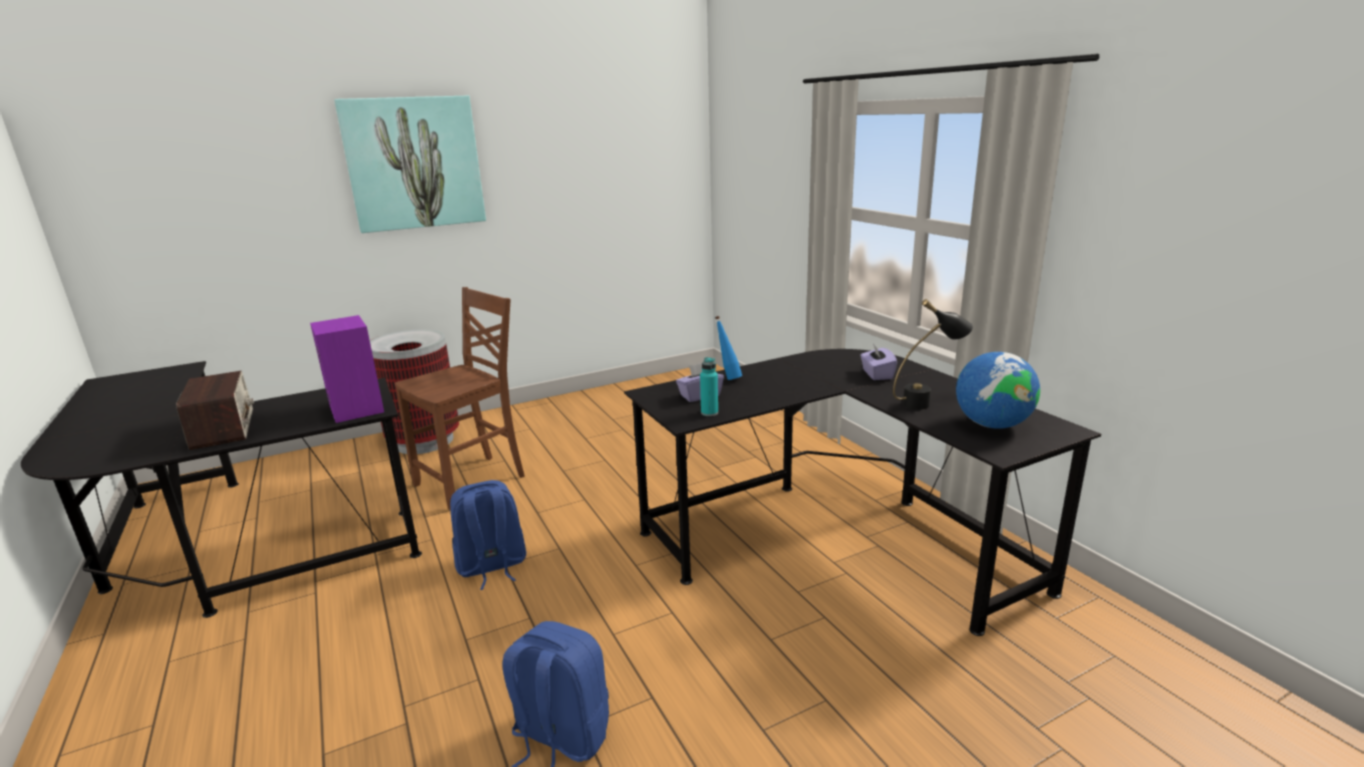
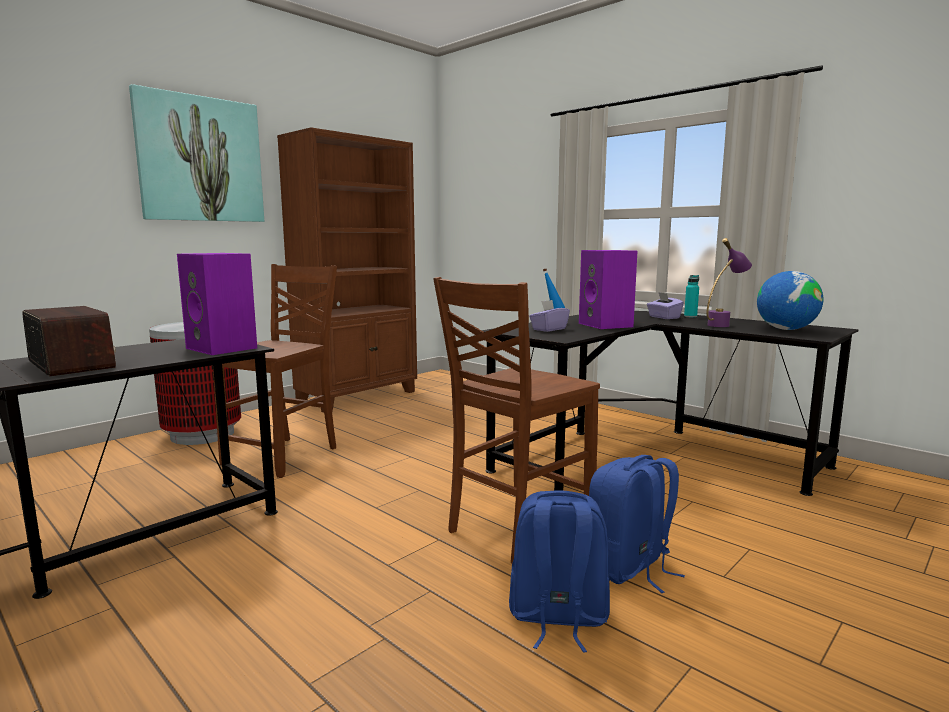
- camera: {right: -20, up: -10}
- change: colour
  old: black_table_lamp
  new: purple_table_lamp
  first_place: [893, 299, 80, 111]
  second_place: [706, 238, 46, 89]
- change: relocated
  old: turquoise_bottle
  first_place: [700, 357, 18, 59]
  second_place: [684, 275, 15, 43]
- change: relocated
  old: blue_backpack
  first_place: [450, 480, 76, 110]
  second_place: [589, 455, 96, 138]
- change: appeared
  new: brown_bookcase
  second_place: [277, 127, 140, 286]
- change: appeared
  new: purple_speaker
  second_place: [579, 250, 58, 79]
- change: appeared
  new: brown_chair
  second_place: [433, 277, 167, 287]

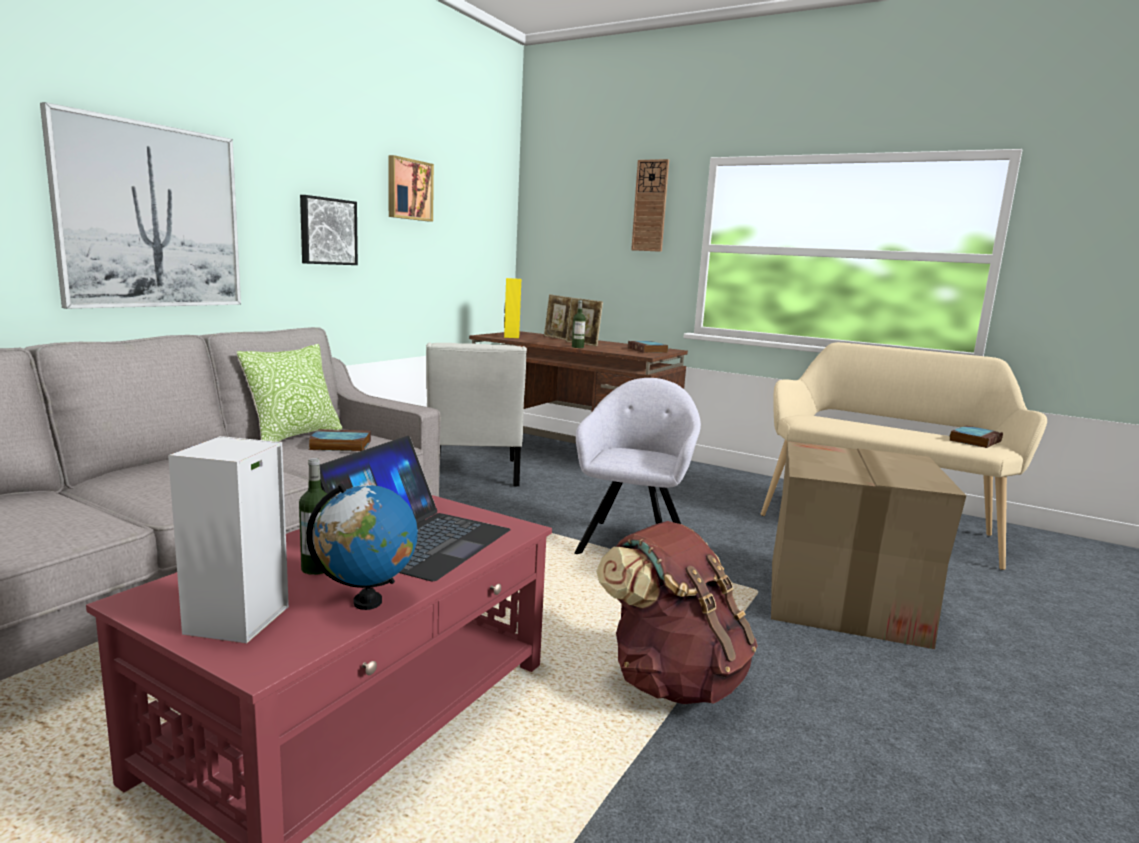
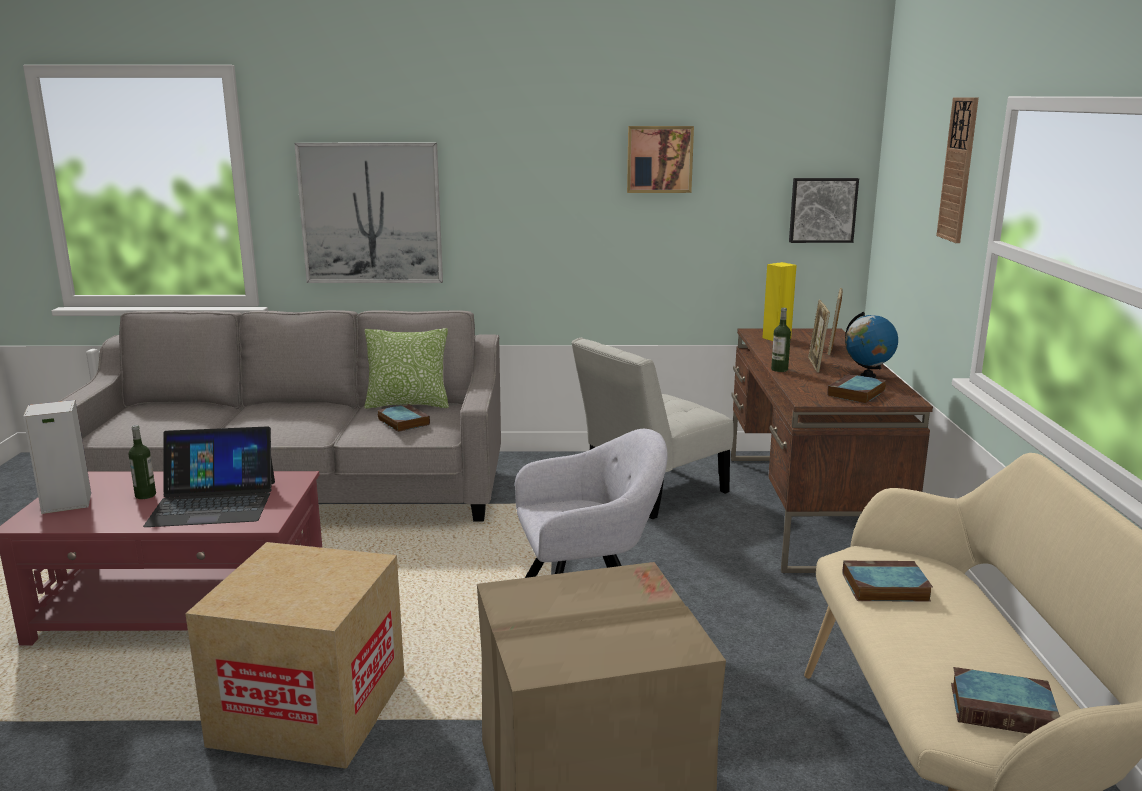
- camera: {right: 60, up: 5}
- change: relocated
  old: picture
  first_place: [300, 195, 58, 70]
  second_place: [789, 178, 70, 65]
- change: relocated
  old: globe
  first_place: [306, 484, 112, 126]
  second_place: [845, 312, 53, 66]
- change: exchanged
  old: brown_backpack
  new: cardboard_box
  first_place: [596, 521, 162, 183]
  second_place: [185, 542, 219, 227]
- change: appeared
  new: book
  second_place: [842, 561, 91, 41]

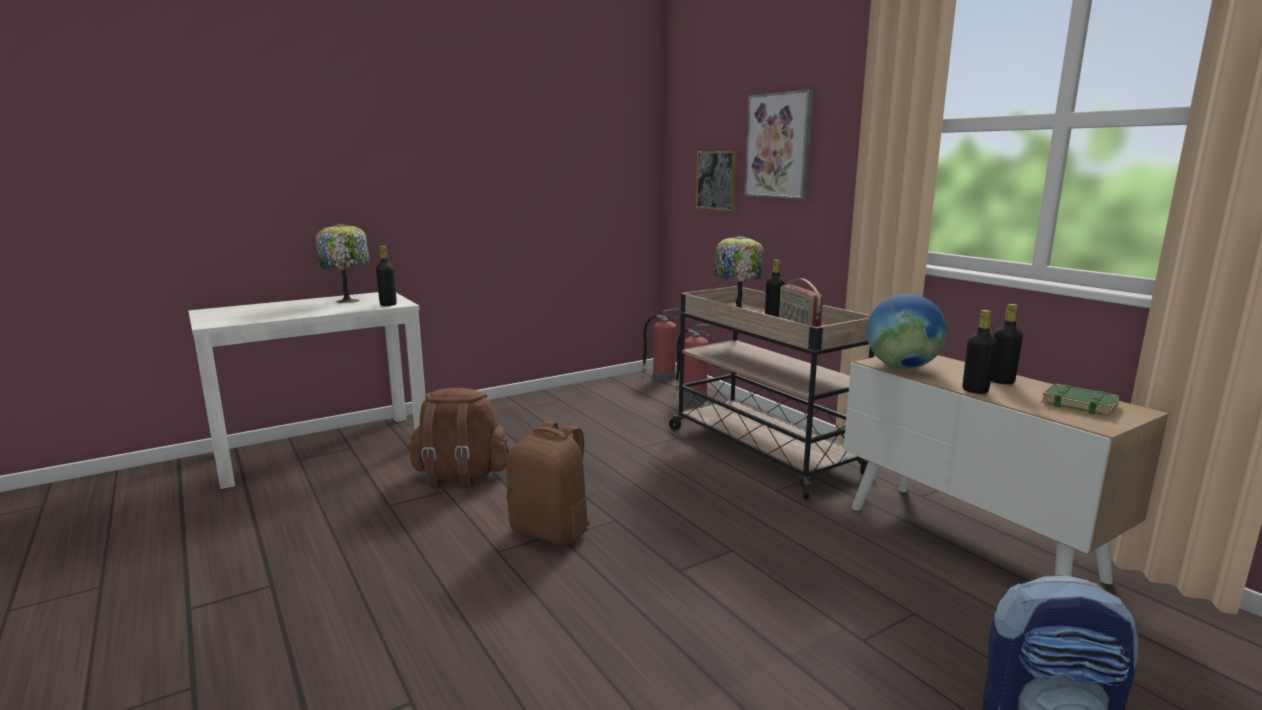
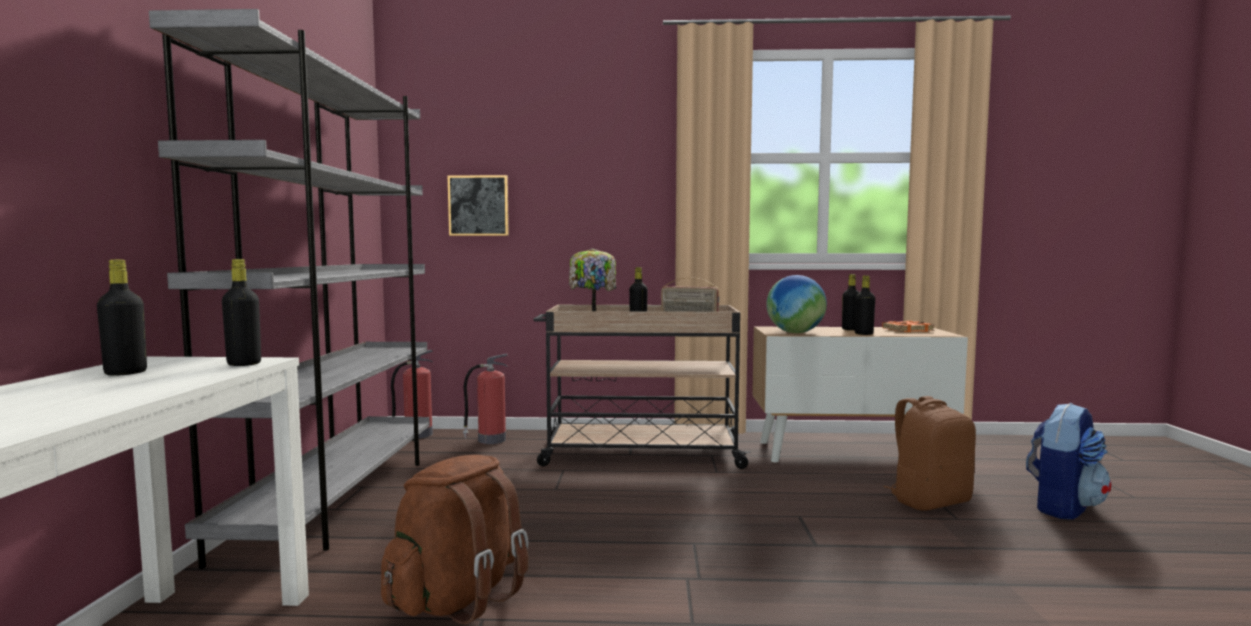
- camera: {right: -55, up: -10}
- change: missing
  old: picture
  first_place: [744, 89, 70, 110]
- change: exchanged
  old: table_lamp
  new: black_bottle
  first_place: [316, 223, 54, 80]
  second_place: [97, 260, 50, 116]
- change: colour
  old: green_book
  new: orange_book
  first_place: [1041, 383, 79, 33]
  second_place: [882, 321, 53, 11]
- change: relocated
  old: brown_backpack
  first_place: [506, 420, 86, 125]
  second_place: [884, 396, 92, 115]
- change: appeared
  new: grey_bookcase
  second_place: [149, 9, 281, 560]

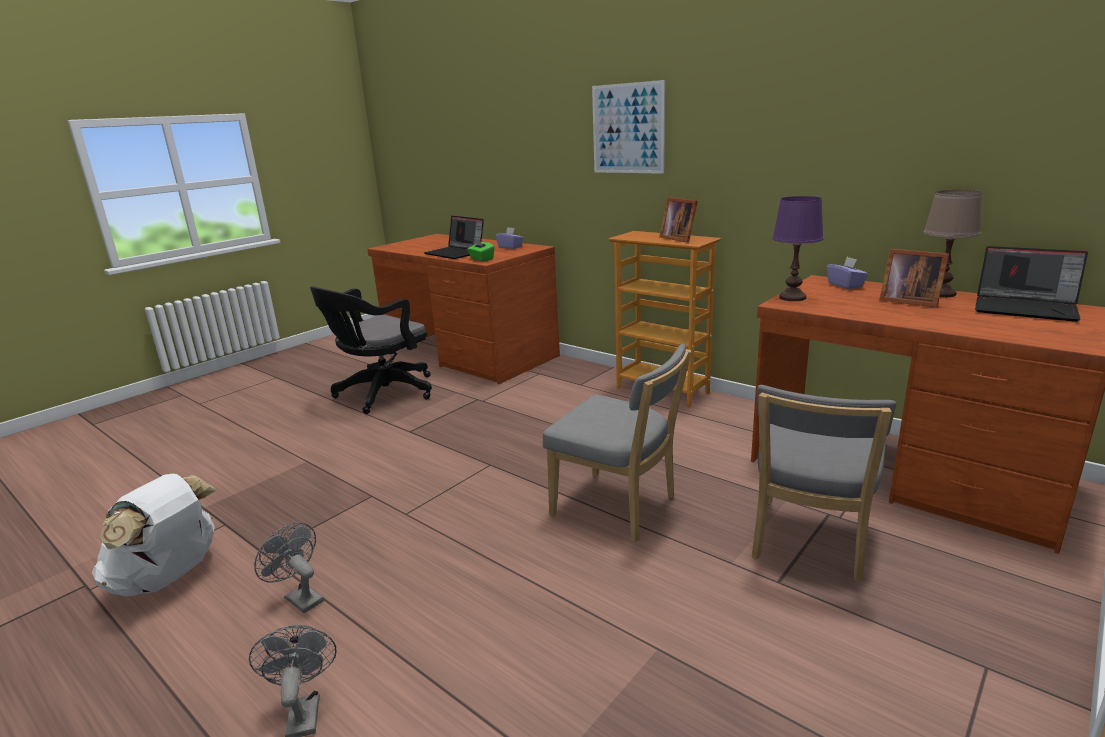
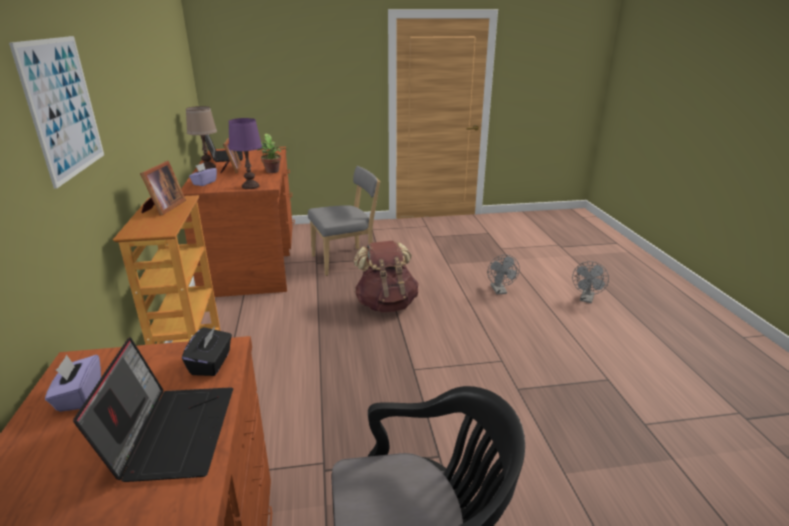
- camera: {right: -140, up: 5}
- change: colour
  old: green_tissue_box
  new: black_tissue_box
  first_place: [467, 239, 27, 22]
  second_place: [182, 326, 50, 50]
- change: exchanged
  old: grey_chair
  new: brown_backpack
  first_place: [543, 343, 148, 199]
  second_place: [354, 240, 65, 73]
- change: missing
  old: white_backpack
  first_place: [92, 474, 125, 122]
- change: relocated
  old: grey_fan
  first_place: [254, 523, 70, 90]
  second_place: [488, 254, 32, 41]
- change: appeared
  new: potted_plant
  second_place: [257, 134, 29, 39]

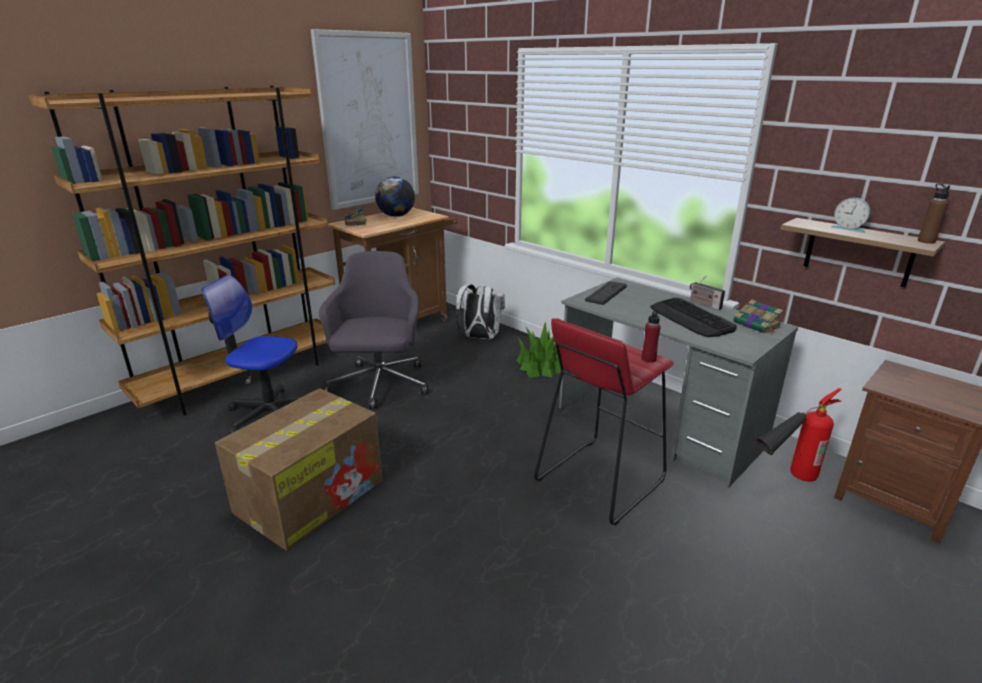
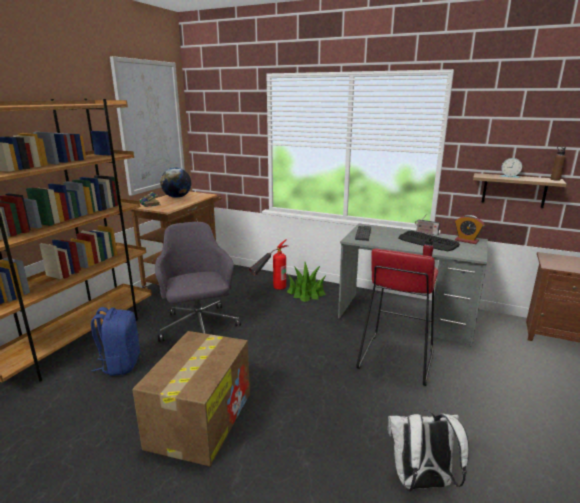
- camera: {right: -20, up: -5}
- change: exchanged
  old: office_chair
  new: blue_backpack
  first_place: [201, 275, 102, 159]
  second_place: [91, 307, 49, 69]
- change: relocated
  old: white_backpack
  first_place: [456, 284, 49, 55]
  second_place: [388, 410, 81, 81]
- change: exchanged
  old: book
  new: alarm_clock
  first_place: [733, 299, 50, 35]
  second_place: [455, 215, 30, 29]
- change: relocated
  old: fire_extinguisher
  first_place: [756, 388, 86, 94]
  second_place: [249, 239, 39, 51]

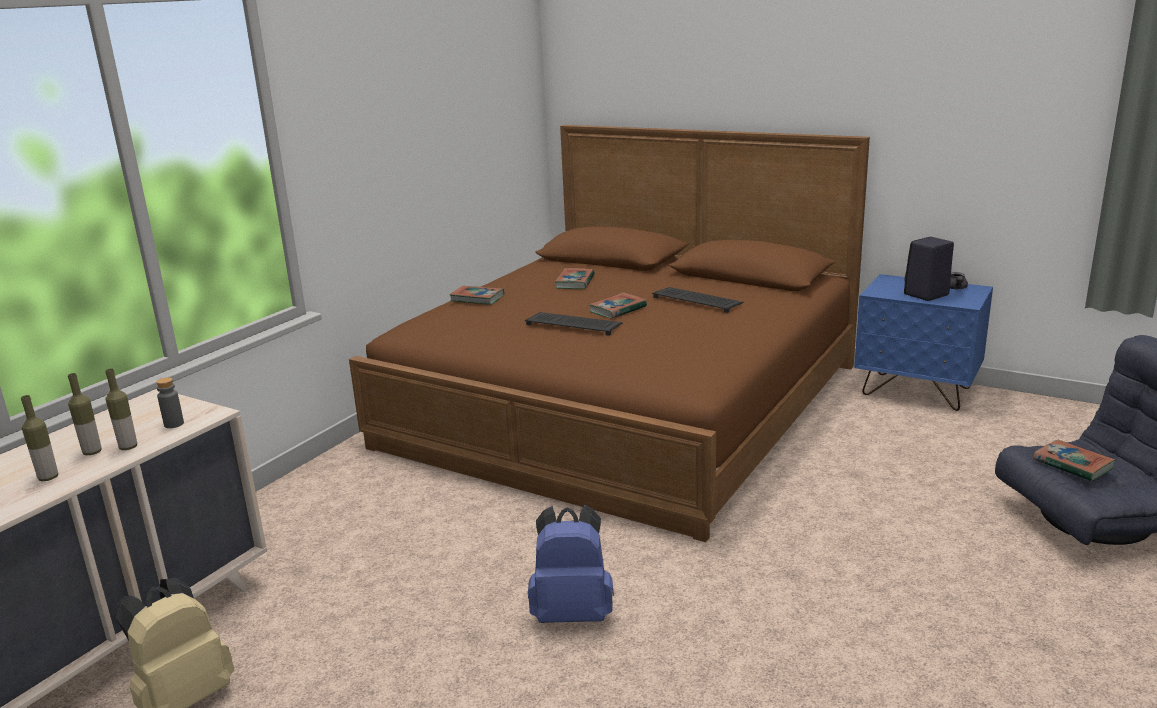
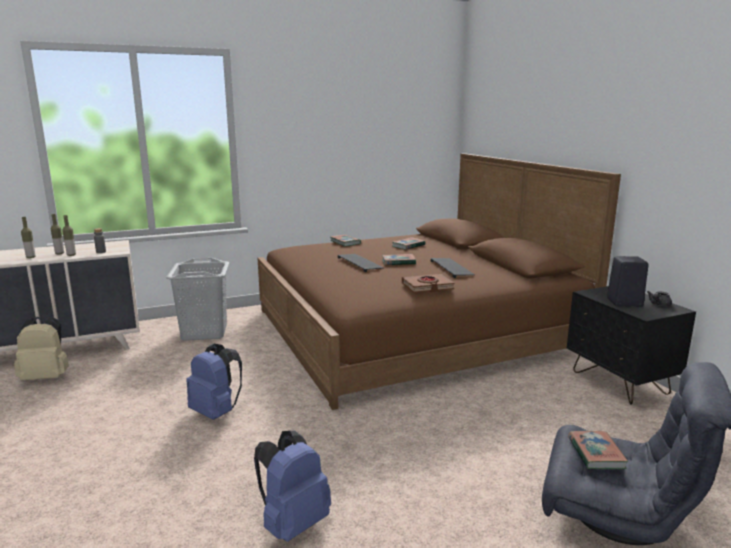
- camera: {right: 35, up: -5}
- change: colour
  old: blue_nightstand
  new: black_nightstand
  first_place: [854, 274, 139, 137]
  second_place: [567, 286, 129, 119]
- change: appeared
  new: grey_laundry_basket
  second_place: [166, 258, 63, 83]
- change: appeared
  new: brown_book
  second_place: [402, 274, 53, 19]
- change: appeared
  new: blue_backpack
  second_place: [254, 431, 77, 111]

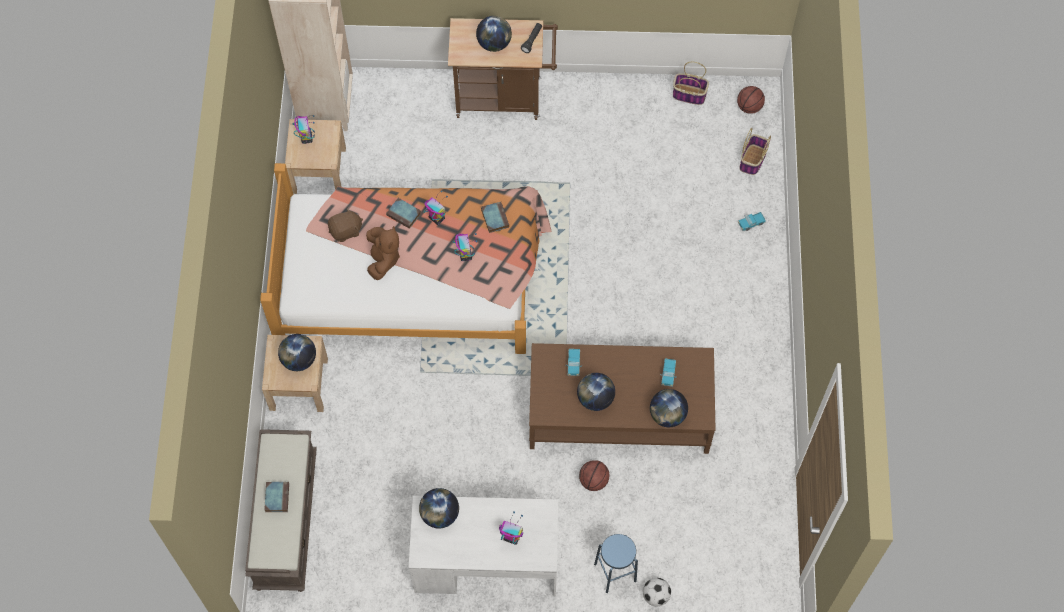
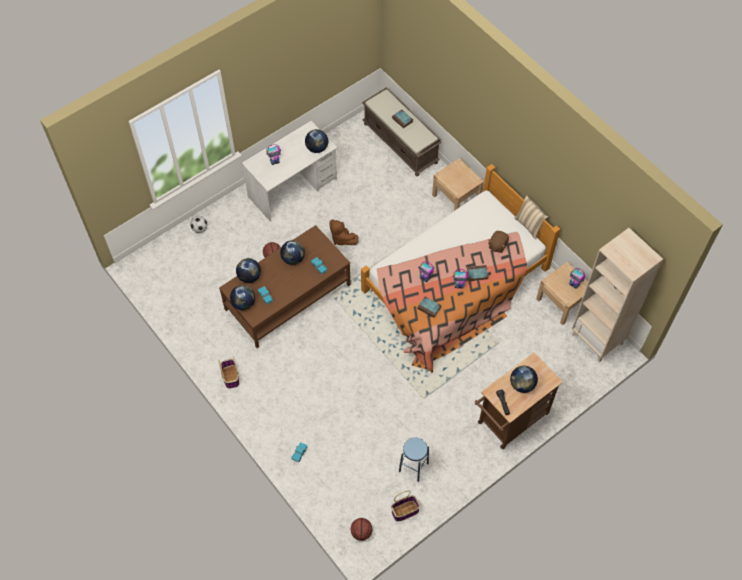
- camera: {right: 140, up: -5}
- change: relocated
  old: basket
  first_place: [739, 128, 32, 47]
  second_place: [218, 357, 21, 32]
- change: relocated
  old: brown_plush_toy
  first_place: [366, 226, 34, 54]
  second_place: [330, 219, 28, 26]
- change: relocated
  old: globe
  first_place: [278, 334, 38, 37]
  second_place: [230, 285, 25, 25]
- change: relocated
  old: blue_stool
  first_place: [594, 534, 44, 59]
  second_place: [399, 438, 30, 44]
- change: appeared
  new: beige_pillow
  second_place: [514, 195, 35, 45]

